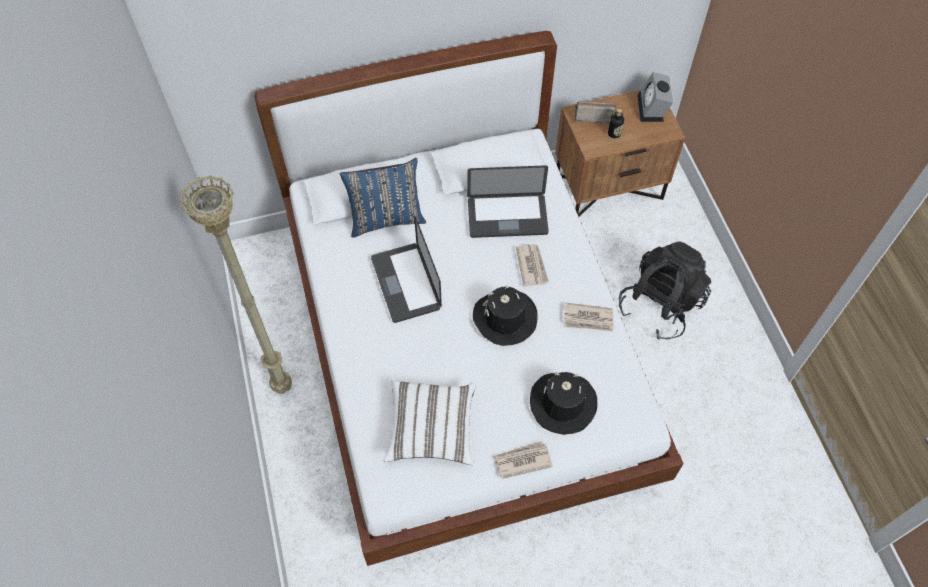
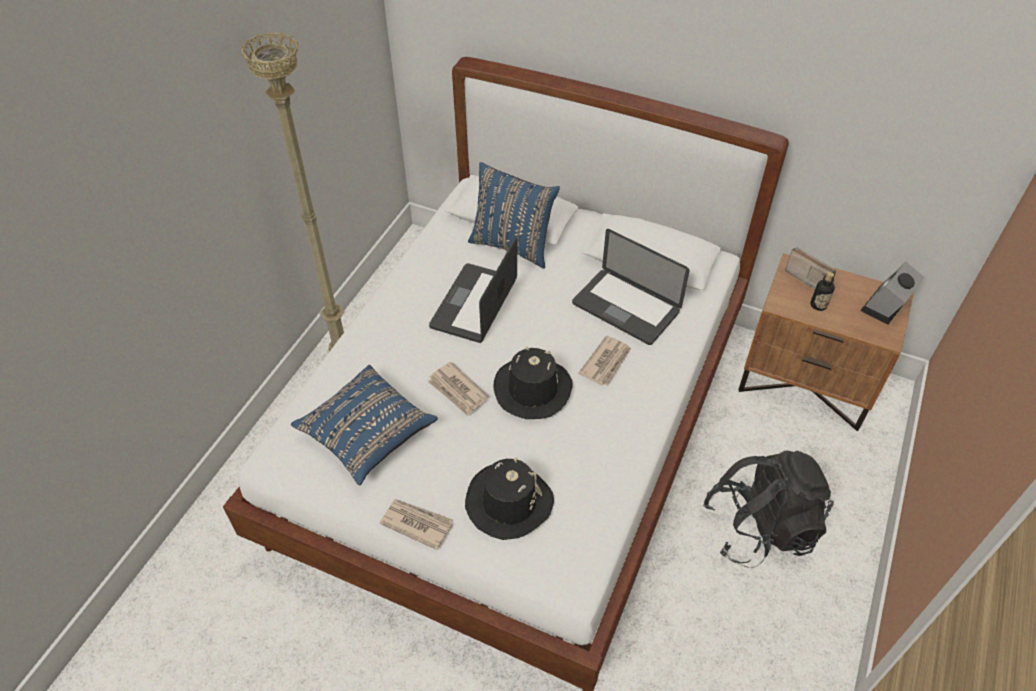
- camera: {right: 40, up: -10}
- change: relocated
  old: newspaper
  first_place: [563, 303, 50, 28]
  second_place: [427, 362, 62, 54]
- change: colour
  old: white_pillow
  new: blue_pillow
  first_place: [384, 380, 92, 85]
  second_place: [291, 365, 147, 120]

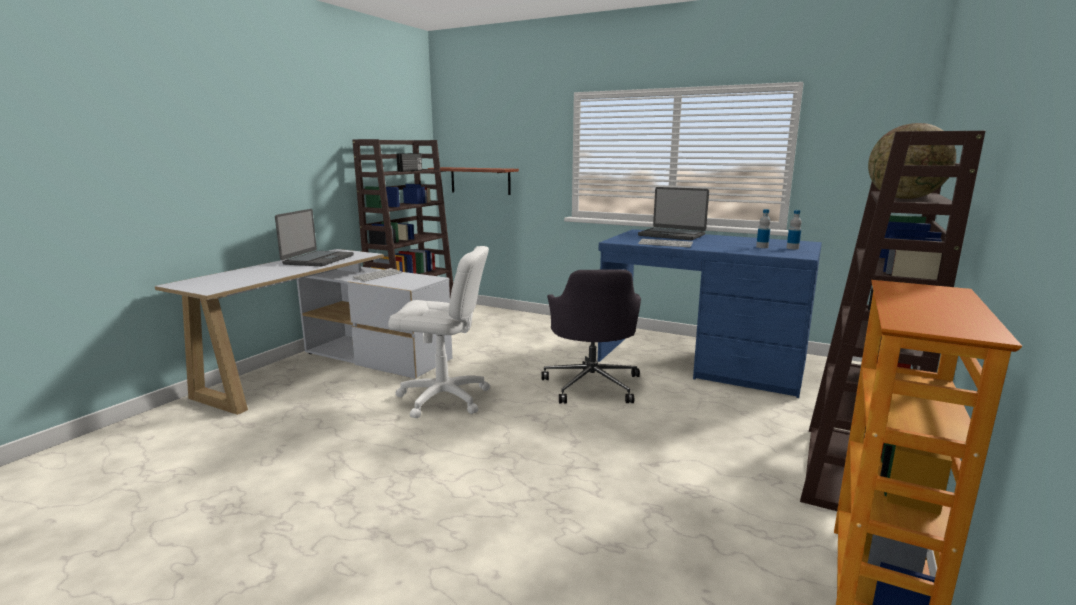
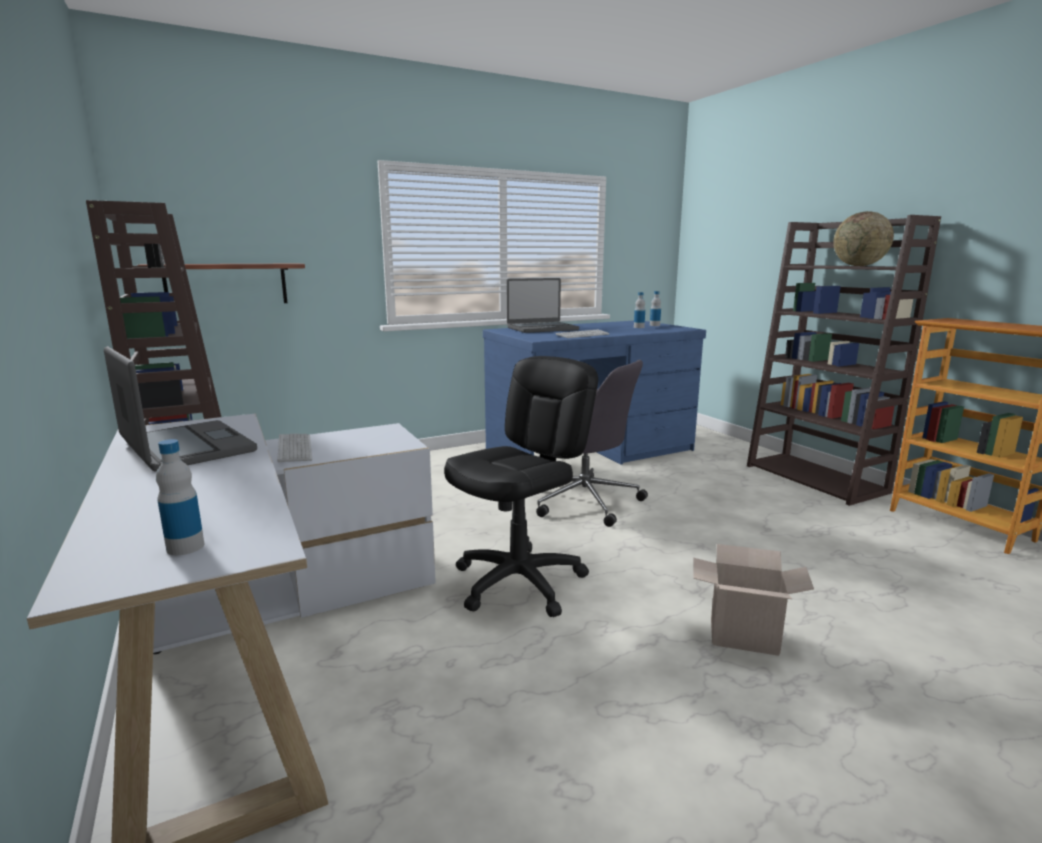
- camera: {right: -55, up: 0}
- change: colour
  old: white_office_chair
  new: black_office_chair
  first_place: [388, 246, 102, 172]
  second_place: [444, 356, 154, 261]
- change: appeared
  new: bottle
  second_place: [156, 439, 48, 116]
- change: appeared
  new: cardboard_box
  second_place: [694, 544, 120, 112]

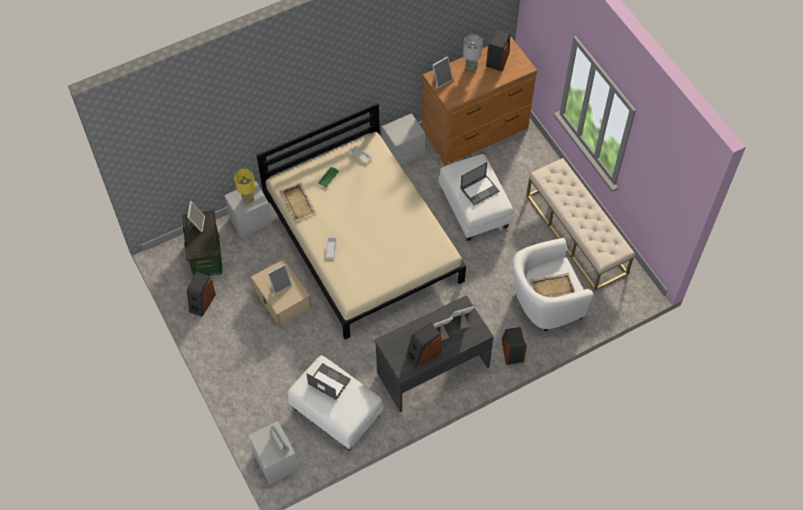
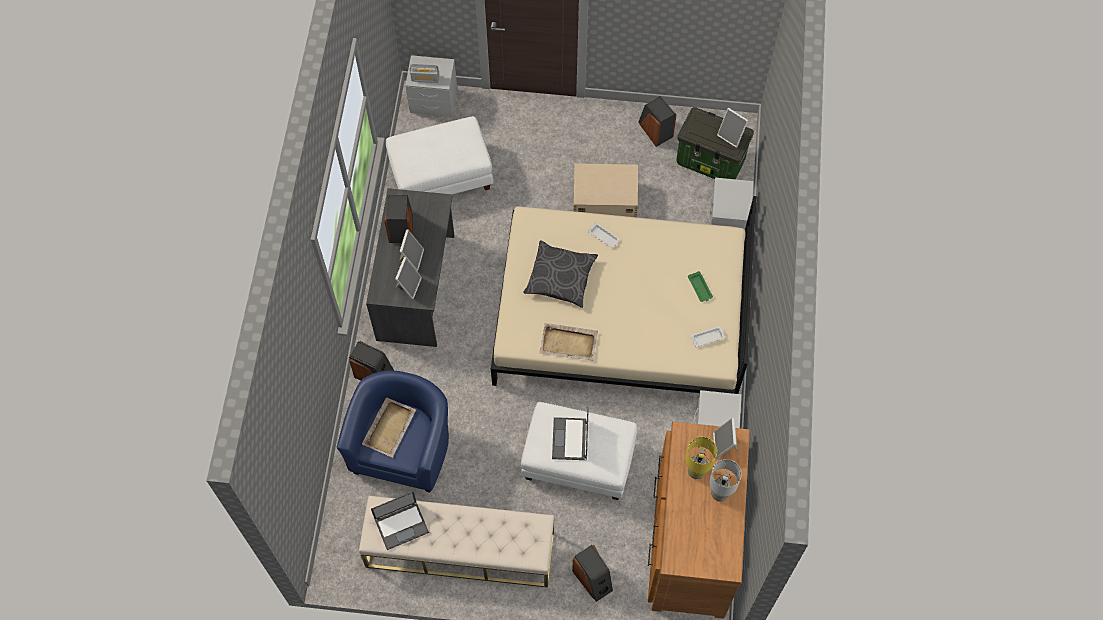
- camera: {right: 125, up: 5}
- change: relocated
  old: speaker
  first_place: [486, 30, 24, 42]
  second_place: [572, 545, 41, 57]
- change: relocated
  old: yellow_table_lamp
  first_place: [234, 169, 21, 34]
  second_place: [685, 437, 32, 42]
- change: relocated
  old: beige_tray
  first_place: [279, 183, 38, 38]
  second_place: [539, 323, 59, 38]
- change: colour
  old: white_armchair
  new: blue_armchair
  first_place: [513, 238, 81, 93]
  second_place: [337, 371, 112, 121]
- change: missing
  old: picture_frame
  first_place: [268, 264, 24, 30]
- change: relocated
  old: laptop
  first_place: [306, 363, 45, 37]
  second_place: [371, 491, 58, 59]
- change: appeared
  new: grey_pillow
  second_place: [524, 241, 74, 67]

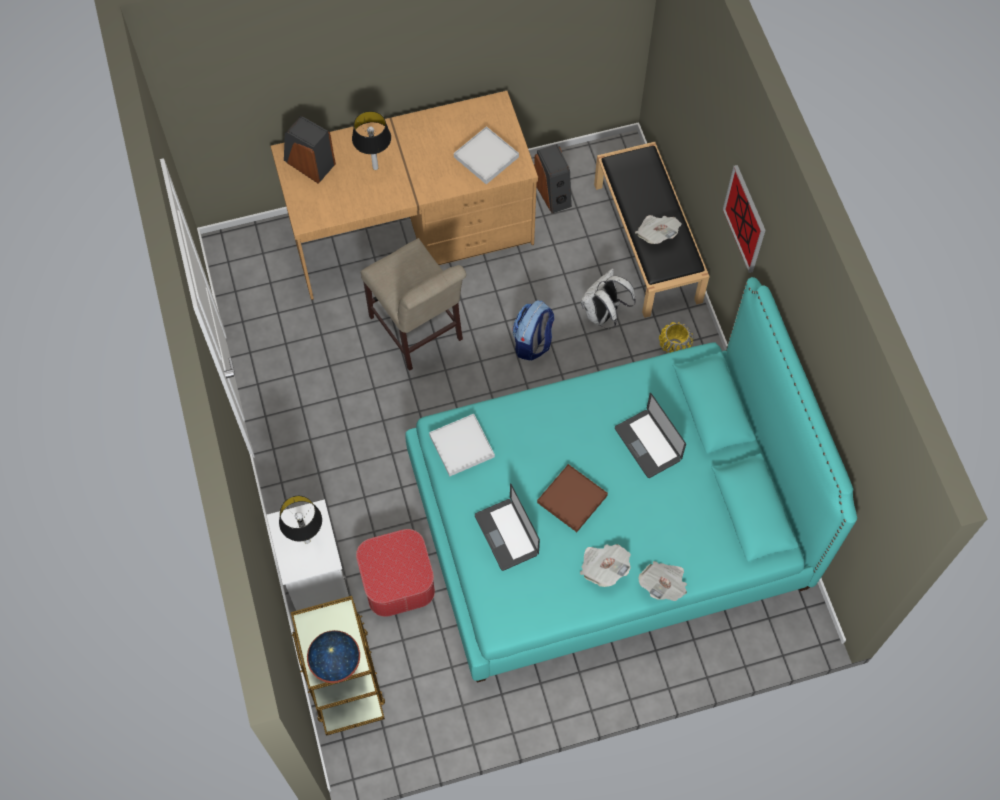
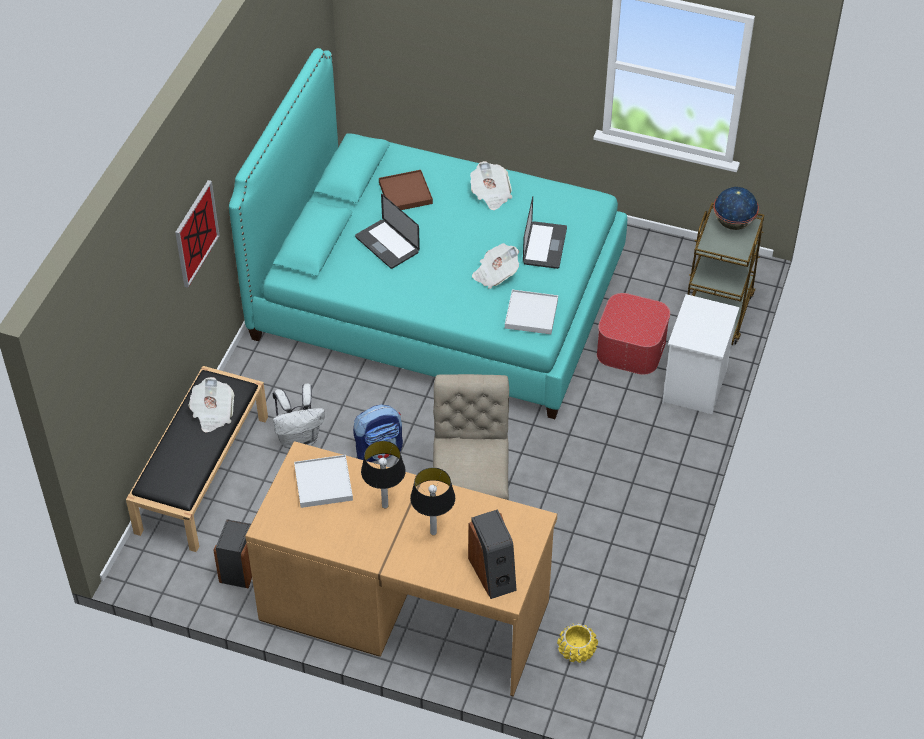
- camera: {right: -145, up: -15}
- change: relocated
  old: yellow_planter
  first_place: [659, 322, 35, 31]
  second_place: [557, 623, 41, 40]
- change: spun
  old: laptop
  first_place: [615, 393, 71, 85]
  second_place: [355, 194, 65, 75]
  degrees: 135
- change: relocated
  old: brown_tray
  first_place: [537, 464, 71, 68]
  second_place: [379, 170, 54, 40]
- change: relocated
  old: table_lamp
  first_place: [279, 496, 43, 48]
  second_place: [361, 441, 45, 67]
- change: relocated
  old: newspaper
  first_place: [638, 561, 49, 40]
  second_place: [472, 243, 47, 46]

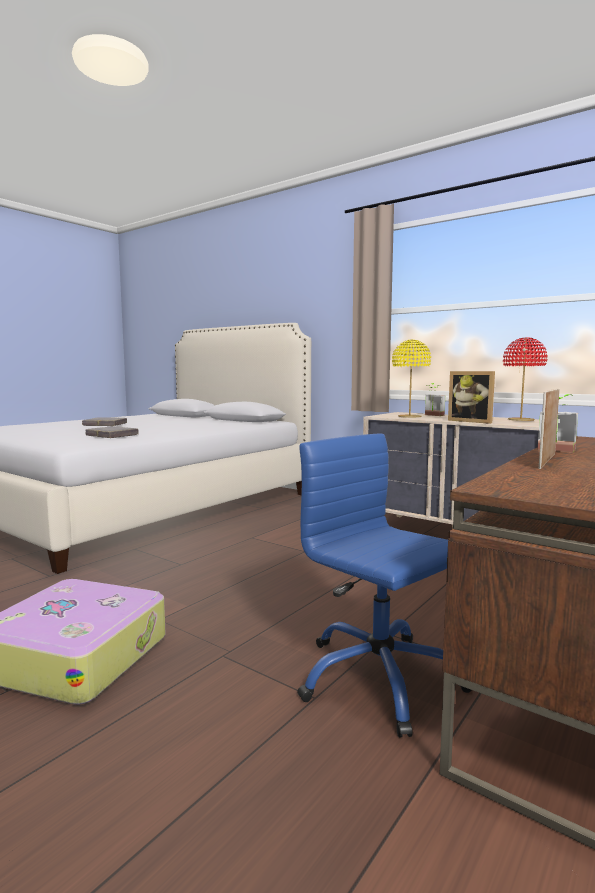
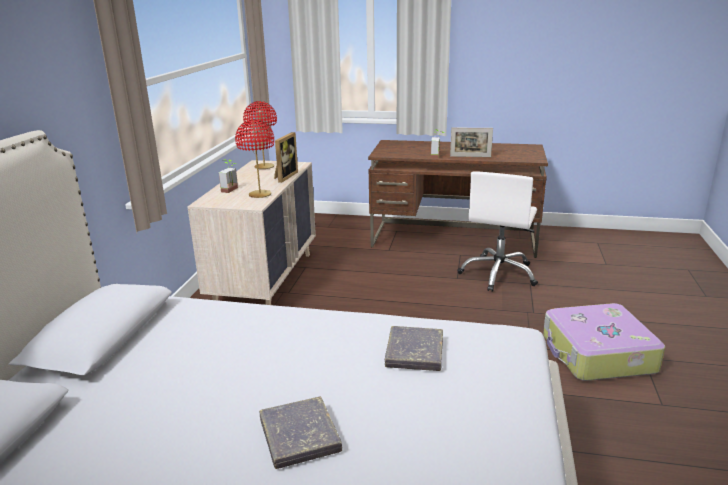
- camera: {right: -115, up: 15}
- change: colour
  old: yellow_table_lamp
  new: red_table_lamp
  first_place: [392, 340, 39, 78]
  second_place: [235, 119, 39, 79]
- change: colour
  old: blue_office_chair
  new: white_office_chair
  first_place: [297, 434, 175, 303]
  second_place: [457, 171, 81, 121]

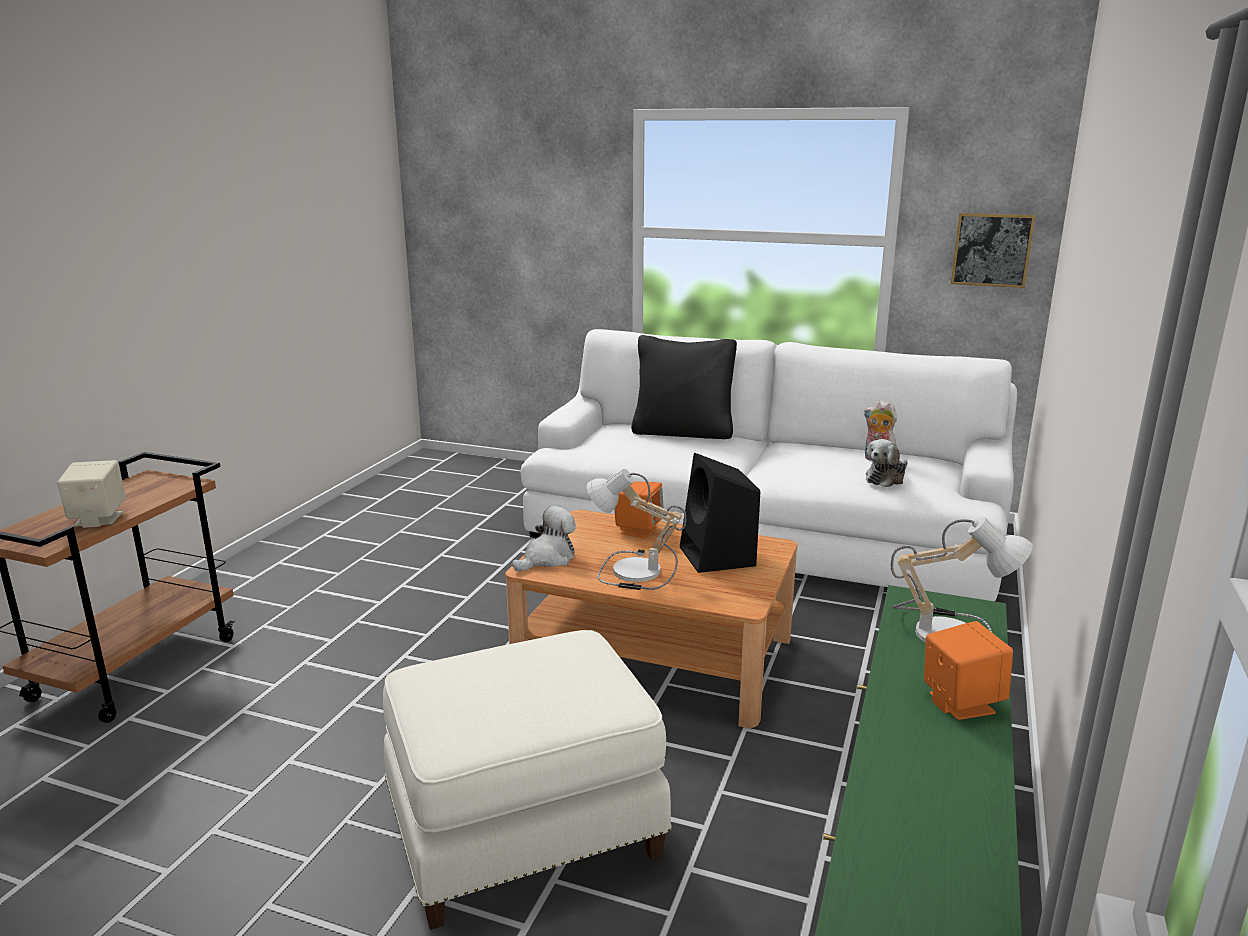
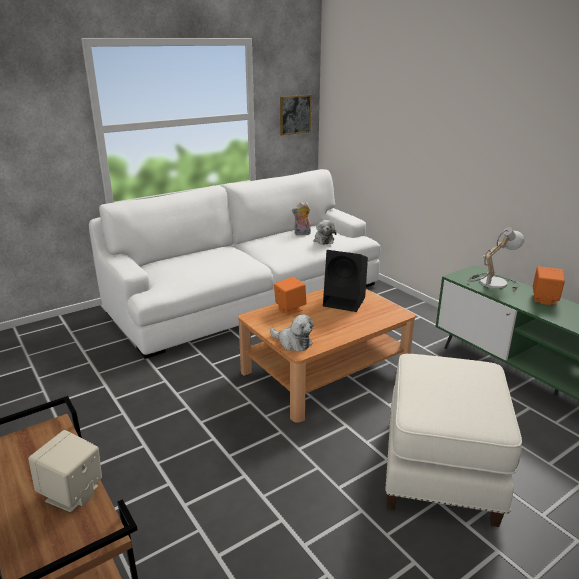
- camera: {right: -55, up: 5}
- change: missing
  old: black_pillow
  first_place: [631, 335, 106, 104]
- change: missing
  old: table_lamp
  first_place: [587, 469, 99, 121]
- change: spun
  old: plush_toy
  first_place: [512, 506, 64, 65]
  second_place: [270, 314, 44, 37]
  degrees: 135

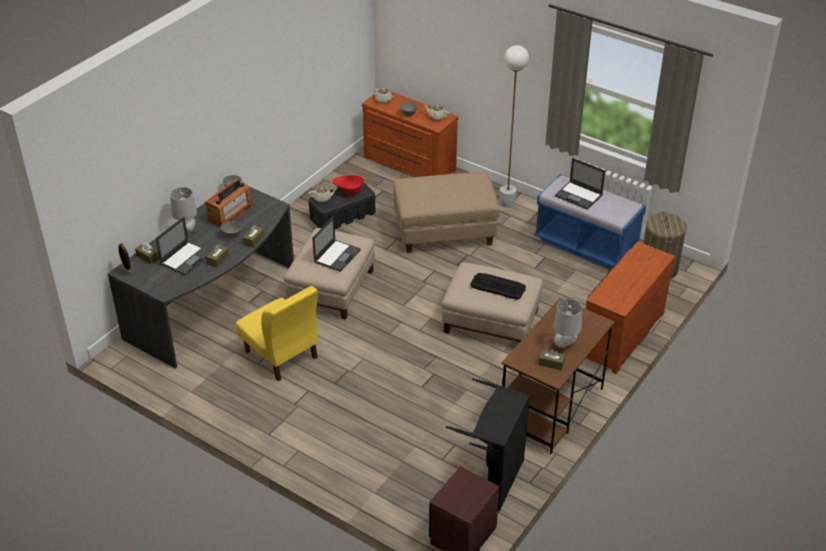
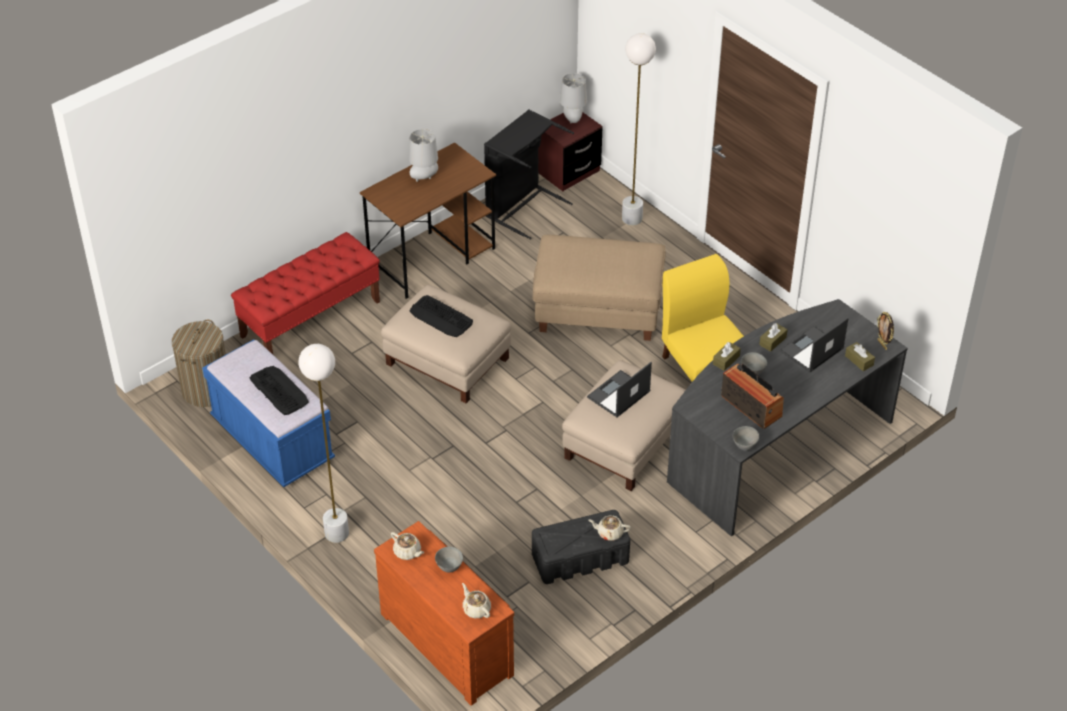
- camera: {right: -165, up: 5}
- change: exchanged
  old: laptop
  new: keyboard
  first_place: [555, 158, 50, 52]
  second_place: [250, 366, 59, 49]
- change: relocated
  old: beige_ottoman
  first_place: [393, 171, 107, 82]
  second_place: [532, 235, 134, 106]
- change: missing
  old: red_bowl
  first_place: [332, 175, 32, 20]
- change: spun
  old: radio
  first_place: [205, 179, 48, 48]
  second_place: [721, 364, 63, 65]
  degrees: 90
- change: relocated
  old: grey_table_lamp
  first_place: [170, 187, 27, 48]
  second_place: [560, 73, 27, 50]
- change: exchanged
  old: brown_dresser
  new: red_bench
  first_place: [585, 242, 90, 132]
  second_place: [231, 232, 149, 122]
- change: missing
  old: brown_tissue_box
  first_place: [538, 349, 27, 21]
- change: appeared
  new: white_floor_lamp
  second_place: [622, 33, 34, 193]

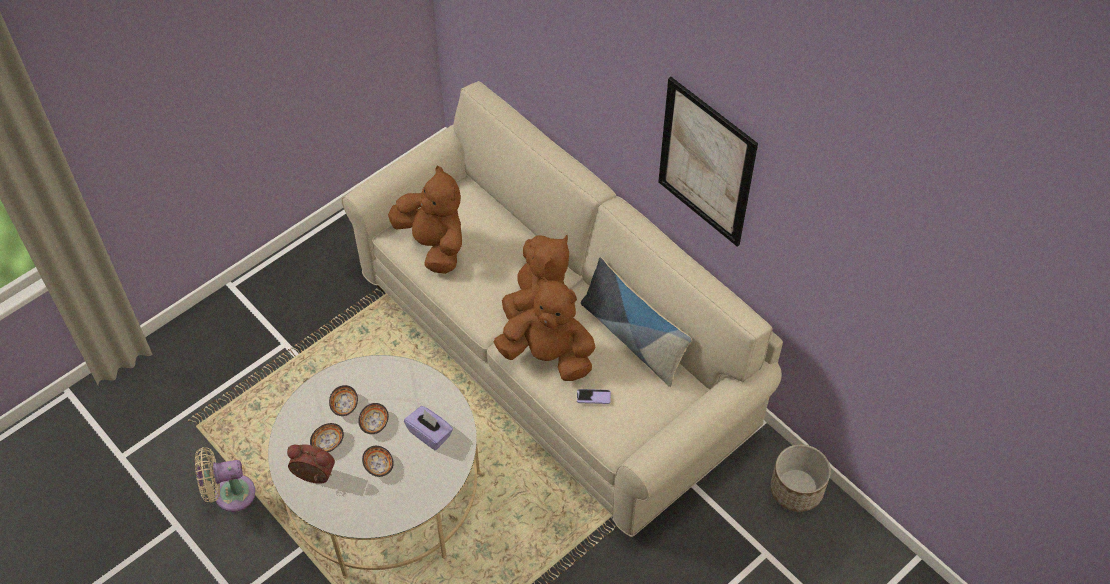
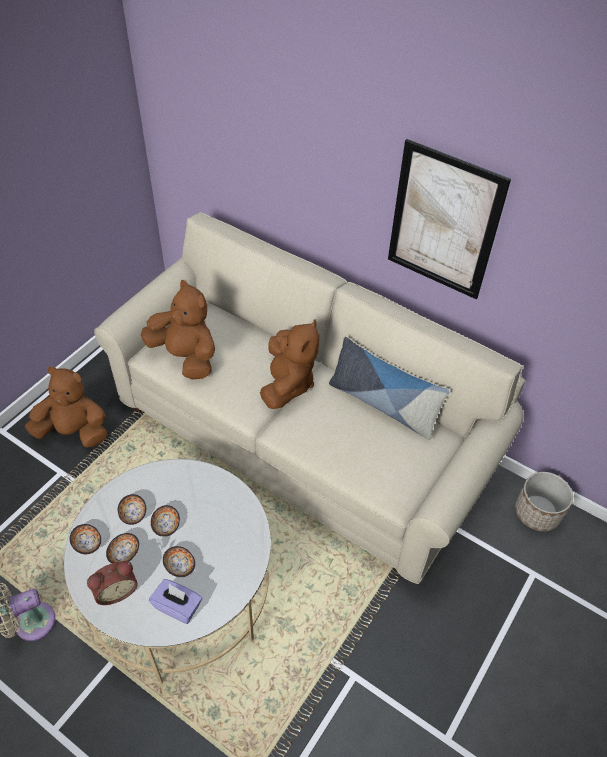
- camera: {right: -15, up: -5}
- change: relocated
  old: brown_plush_toy
  first_place: [493, 277, 102, 104]
  second_place: [25, 367, 83, 81]
- change: missing
  old: phone
  first_place: [577, 389, 34, 15]
- change: relocated
  old: purple_tissue_box
  first_place: [404, 406, 49, 44]
  second_place: [149, 579, 53, 45]
- change: spun
  old: alarm_clock
  first_place: [287, 444, 48, 40]
  second_place: [87, 561, 51, 44]
  degrees: 150
- change: appeared
  new: bowl
  second_place: [70, 524, 31, 30]

